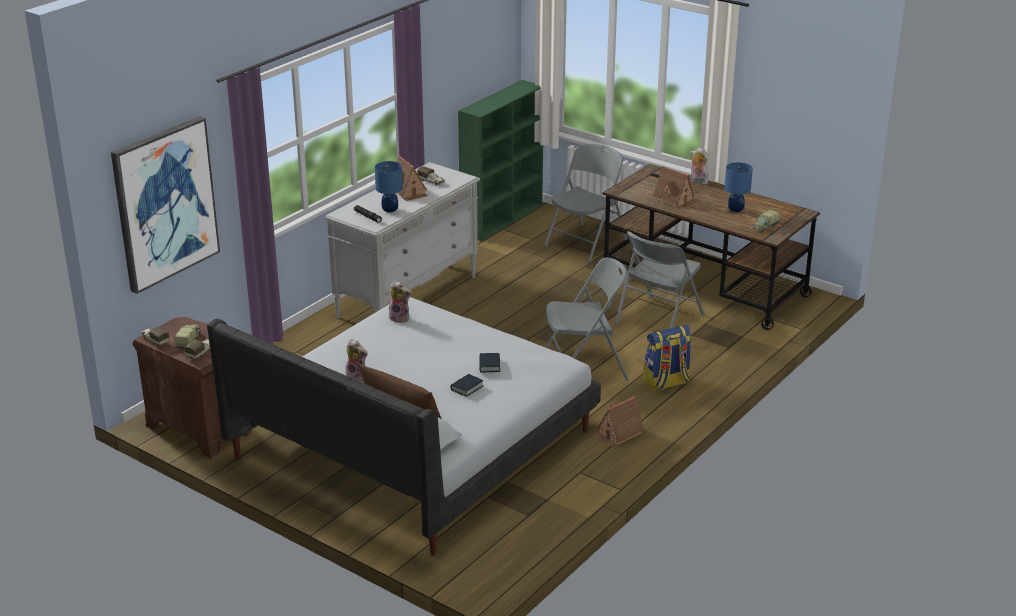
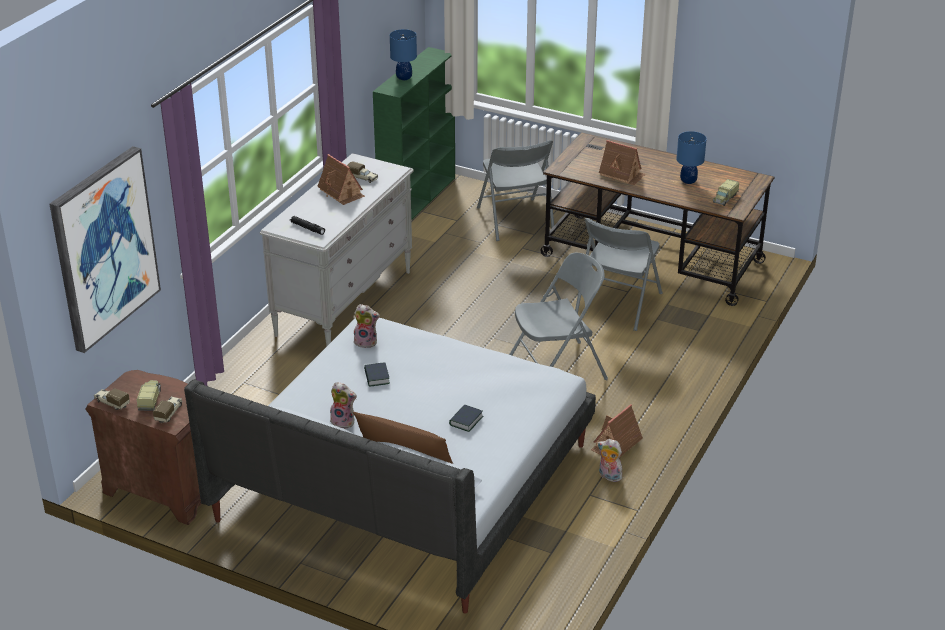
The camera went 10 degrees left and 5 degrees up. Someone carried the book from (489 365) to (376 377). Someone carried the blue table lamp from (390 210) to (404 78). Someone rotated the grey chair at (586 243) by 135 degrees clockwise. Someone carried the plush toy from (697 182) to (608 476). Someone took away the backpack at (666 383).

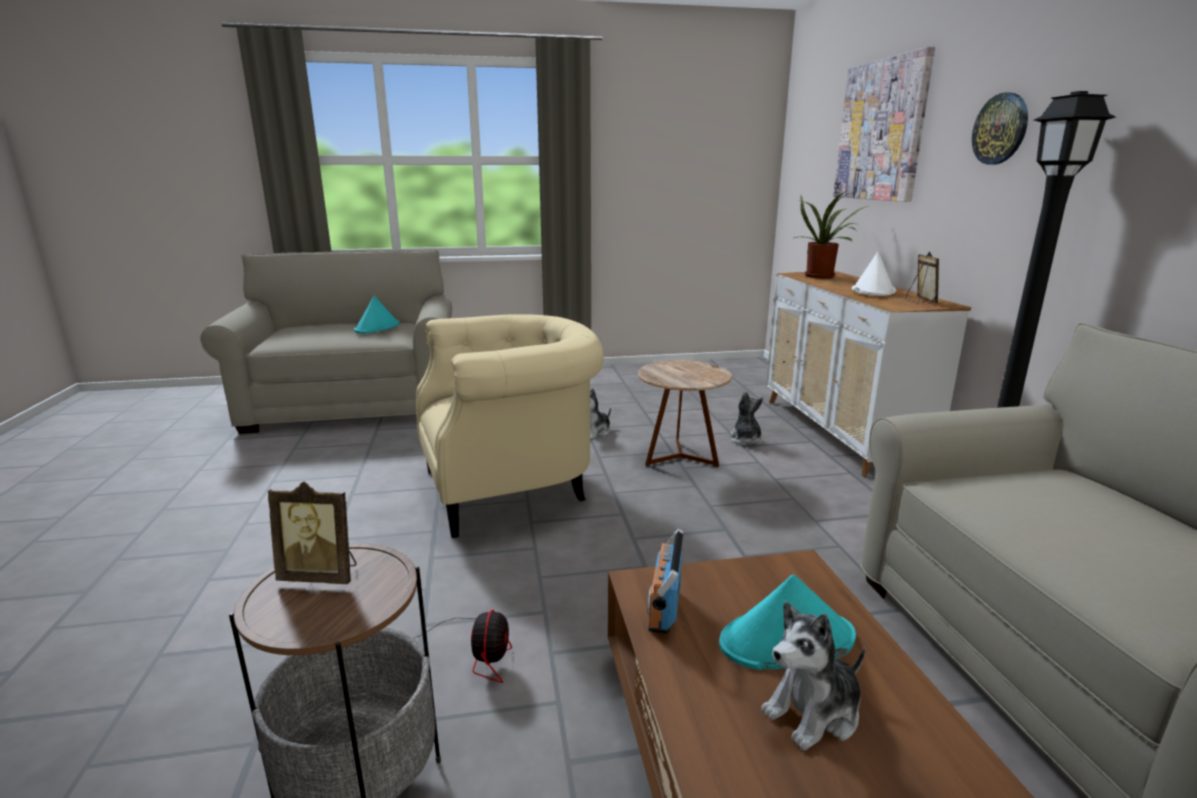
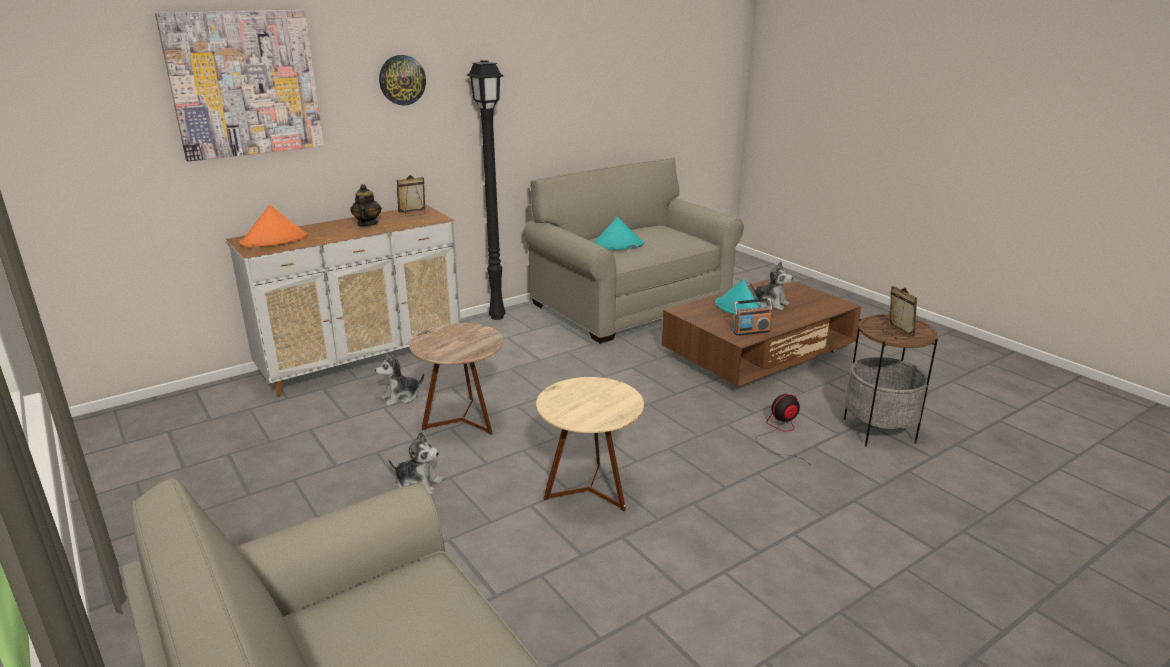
The camera went 115 degrees left and 5 degrees up. Someone swapped the potted plant at (822 276) for the orange hat at (274 240). Someone swapped the white hat at (872 291) for the teapot at (367 224). Someone swapped the beige armchair at (512 488) for the beige side table at (589 491). Someone carried the turquoise hat from (377 327) to (617 245).

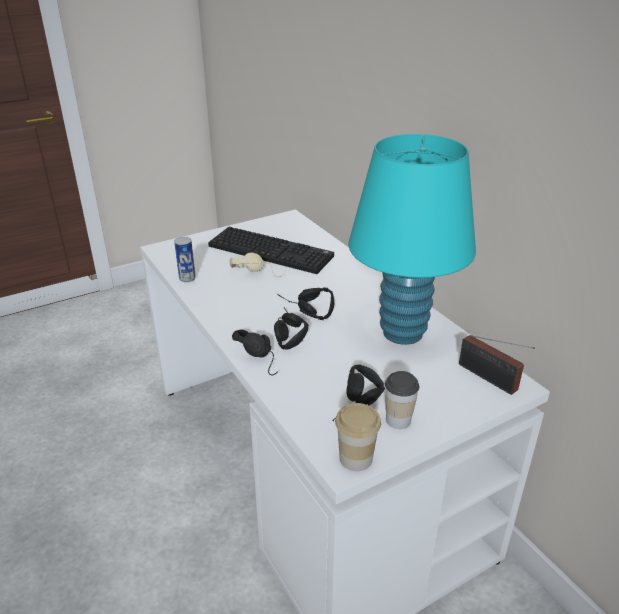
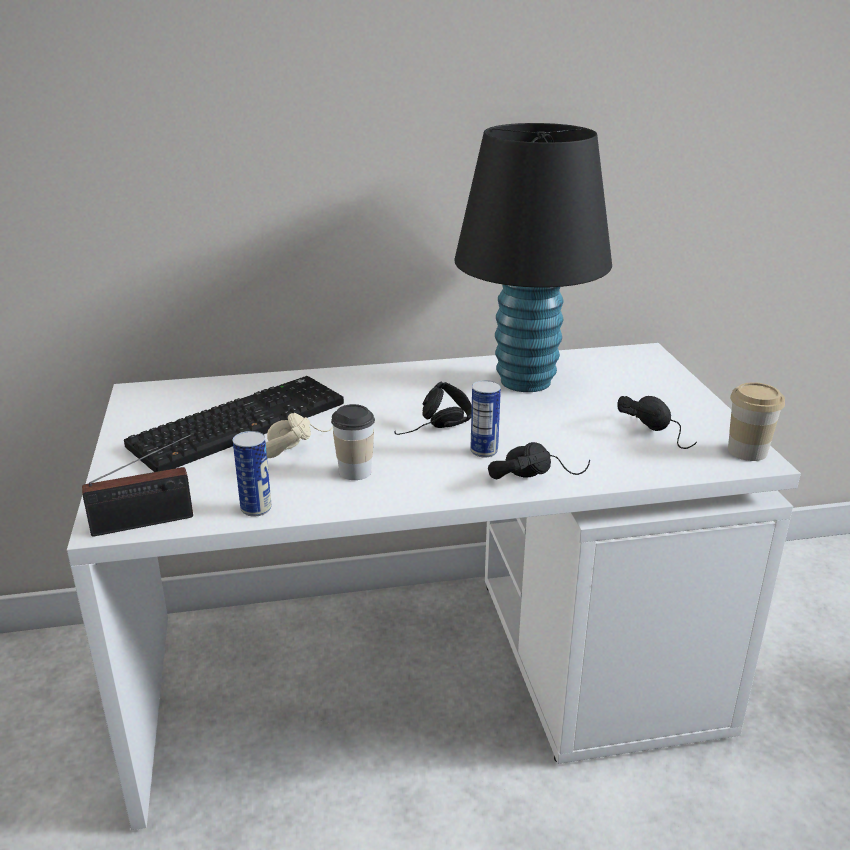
The camera went 70 degrees left and 5 degrees down. Someone carried the radio from (490 379) to (148 522). Someone carried the cup from (398 420) to (355 472). Someone repainted the turquoise table lamp at (403 333), which became the black table lamp at (525 381). Someone swapped the black headphones at (284 333) for the can at (484 451).

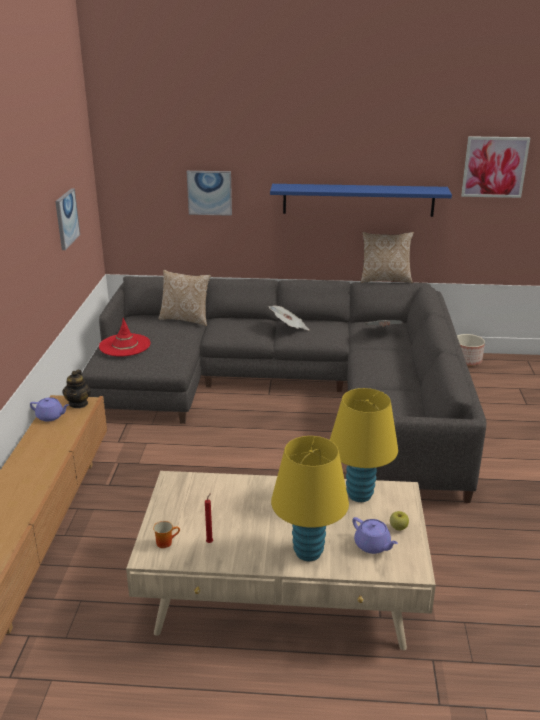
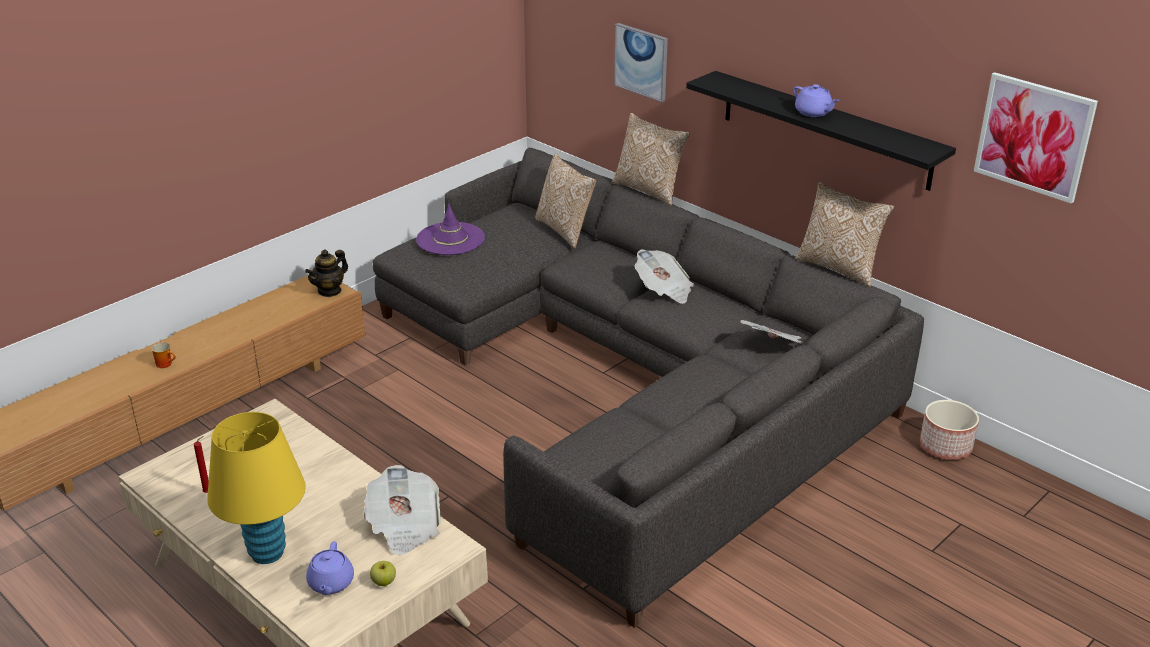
The camera went 40 degrees right and 5 degrees up. Someone carried the mug from (165 542) to (166 363). Someone swapped the yellow table lamp at (360 495) for the newspaper at (404 527). Someone repainted the red hat at (125 345), which became the purple hat at (450 239). Someone put down the pillow at (649 190). Someone repainted the blue shelf at (358 200), which became the black shelf at (825 129). Someone carried the purple teapot from (50 416) to (813 112). Someone took away the picture at (66 218).

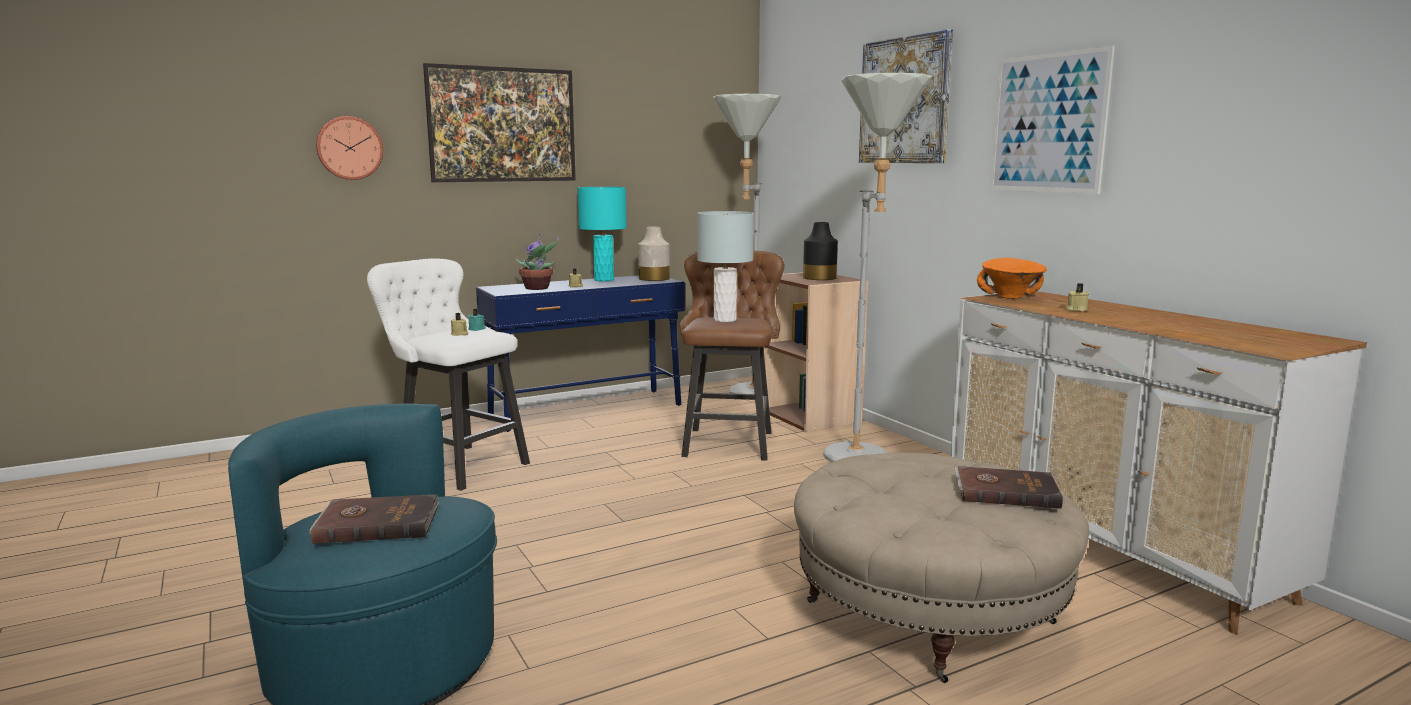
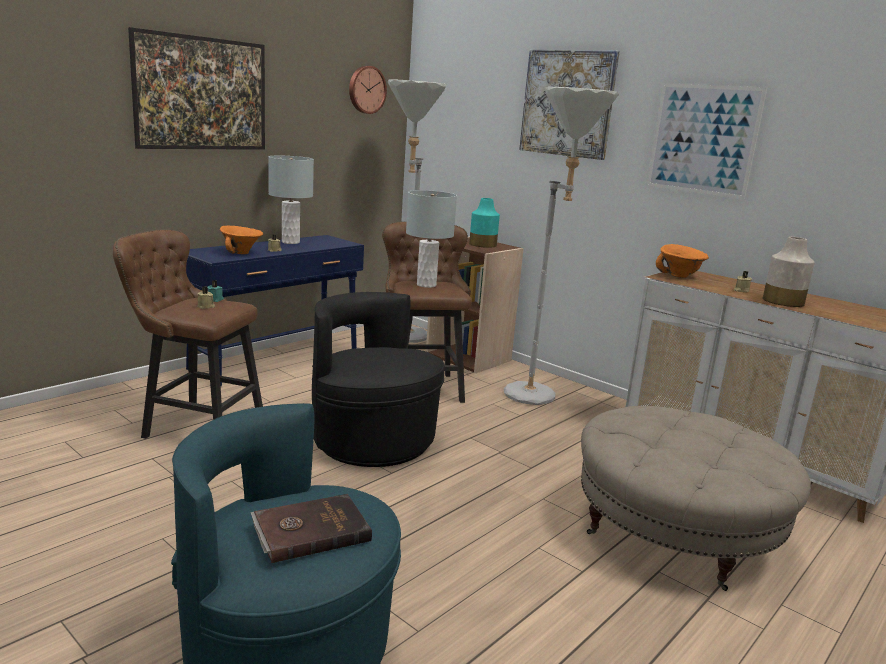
The camera went 20 degrees left and 5 degrees up. Someone repainted the white stool at (454 464), which became the brown stool at (192 425). Someone swapped the potted plant at (538 288) for the orange bowl at (242 253). Someone repainted the turquoise table lamp at (604 280), which became the grey table lamp at (290 242). Someone put down the black armchair at (375 440). Someone carried the wall clock from (349 148) to (366 89). Someone repainted the black vase at (819 277), which became the turquoise vase at (482 244). Someone carried the beige vase from (653 278) to (782 301). Someone took away the brown book at (1005 491).

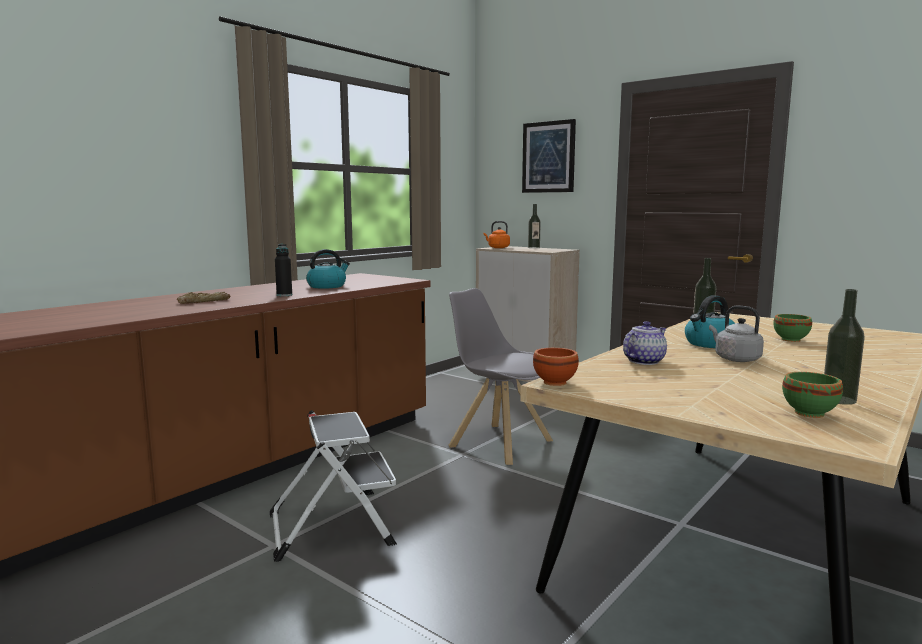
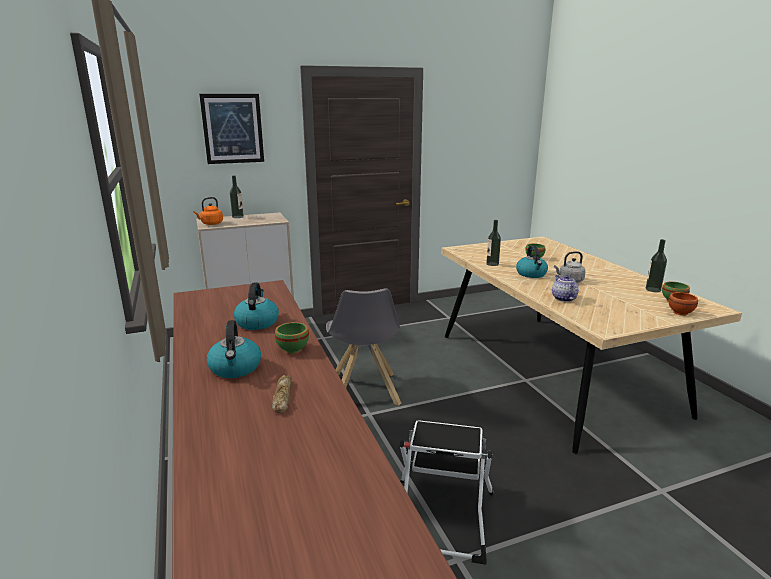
The camera went 60 degrees left and 10 degrees up. Someone put down the kettle at (235 368). Someone swapped the black bottle at (284 295) for the green bowl at (293 350). Someone rotated the grey chair at (498 442) by 75 degrees counterclockwise. Someone carried the brown bowl from (554 383) to (681 313).

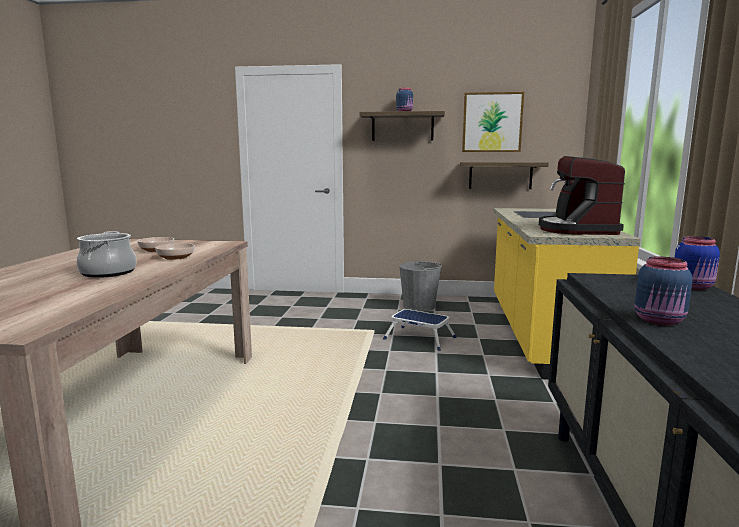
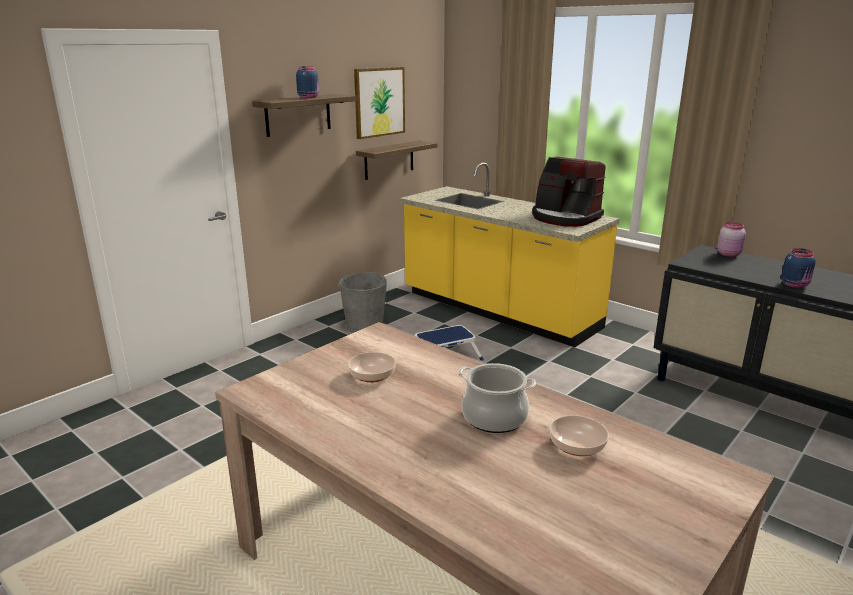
The camera went 55 degrees left and 10 degrees up. Someone carried the bowl from (175 257) to (578 446). Someone repainted the blue jar at (693 287), which became the pink jar at (729 254).

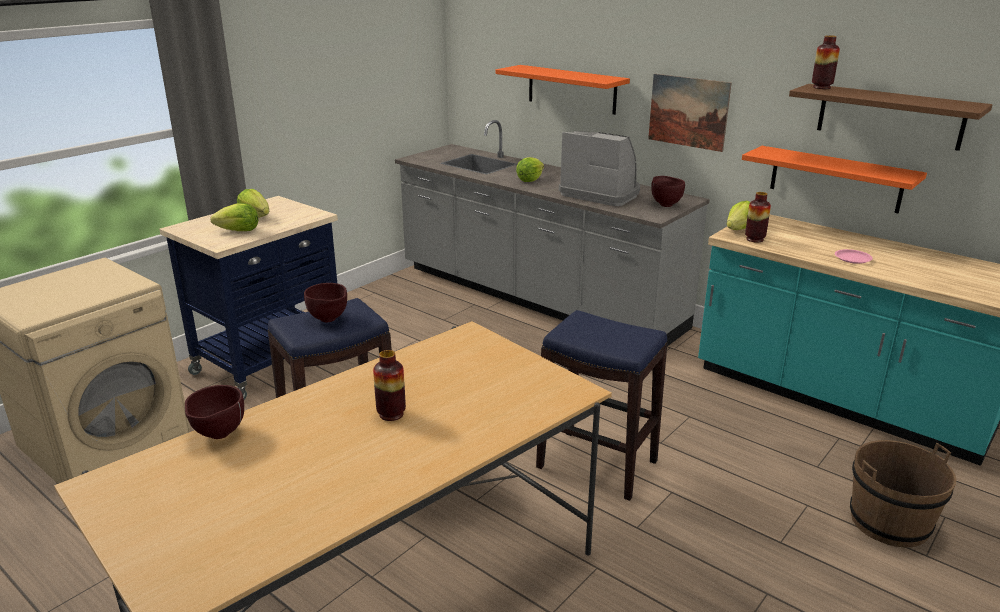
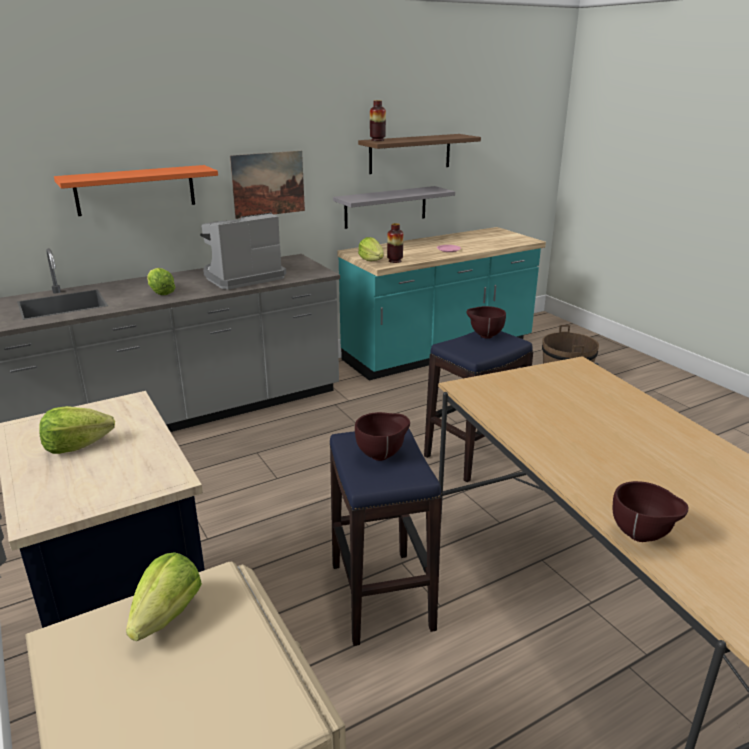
The camera went 70 degrees left and 0 degrees up. Someone carried the lettuce from (238 231) to (167 615). Someone repainted the orange shelf at (835 179), which became the grey shelf at (385 207). Someone carried the brown bowl from (665 204) to (484 336). Someone took away the vase at (391 414).

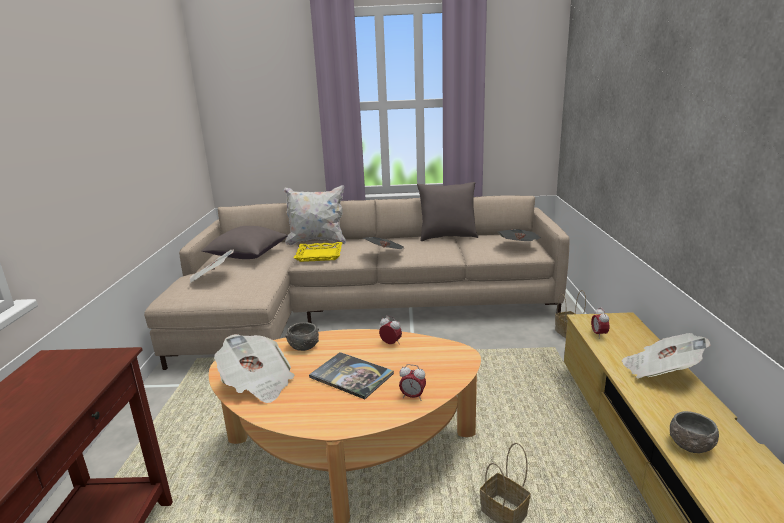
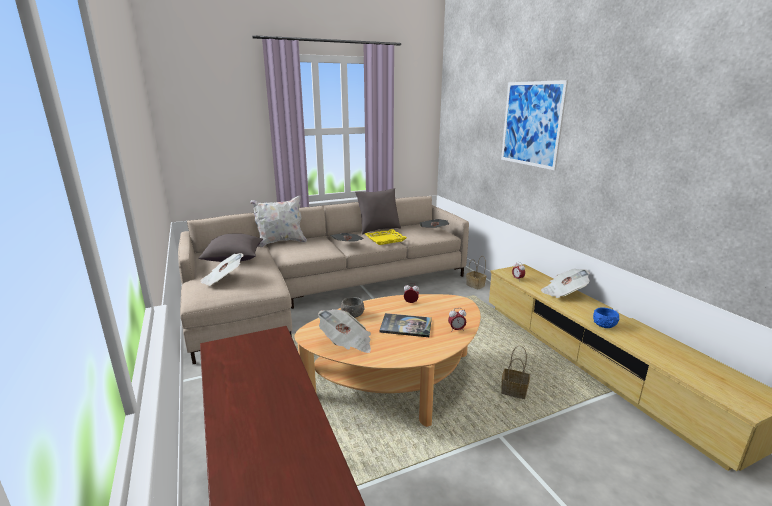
The camera went 25 degrees left and 0 degrees up. Someone carried the yellow tray from (319 255) to (385 240). Someone put up the picture at (531 124). Someone repainted the grey bowl at (691 445), which became the blue bowl at (604 325).

